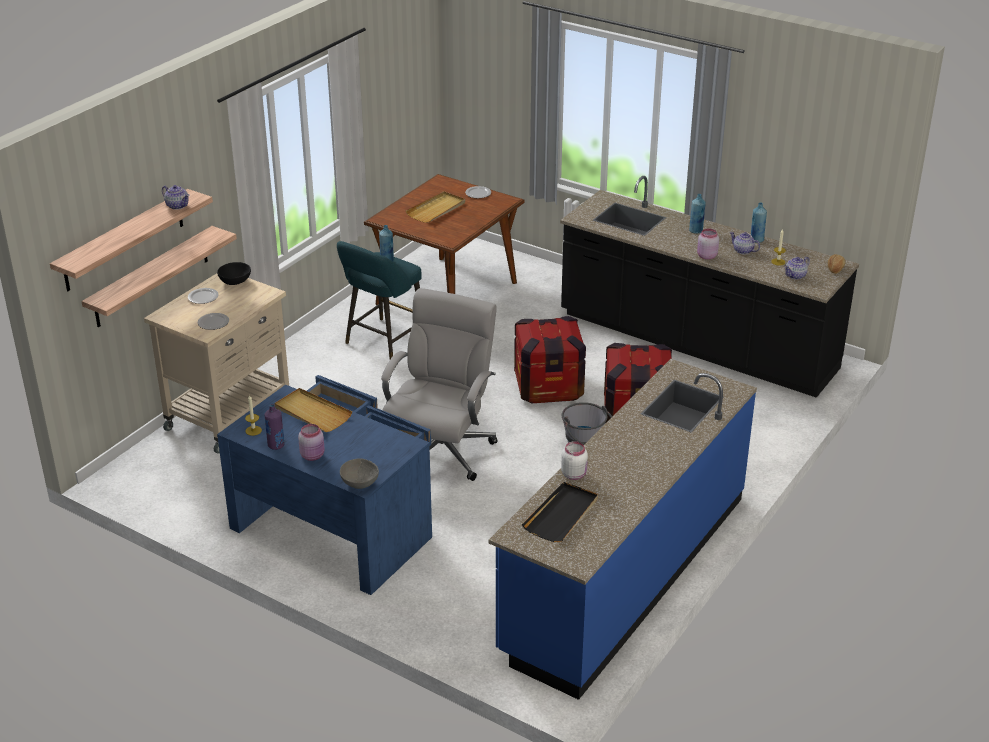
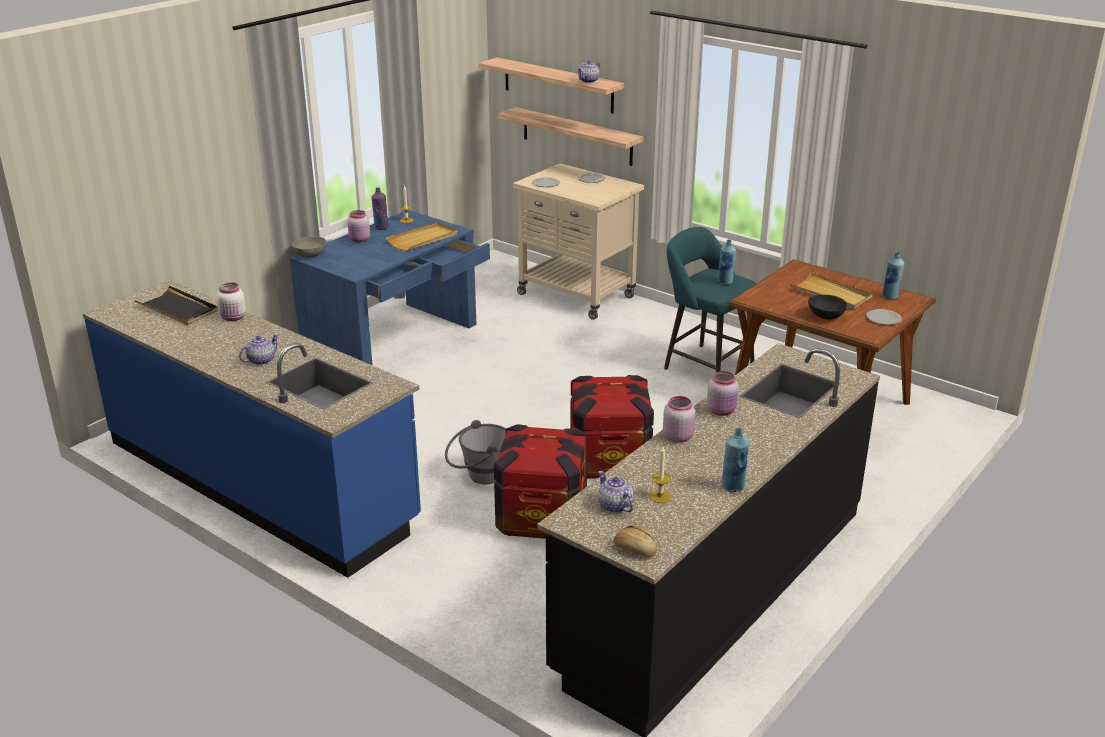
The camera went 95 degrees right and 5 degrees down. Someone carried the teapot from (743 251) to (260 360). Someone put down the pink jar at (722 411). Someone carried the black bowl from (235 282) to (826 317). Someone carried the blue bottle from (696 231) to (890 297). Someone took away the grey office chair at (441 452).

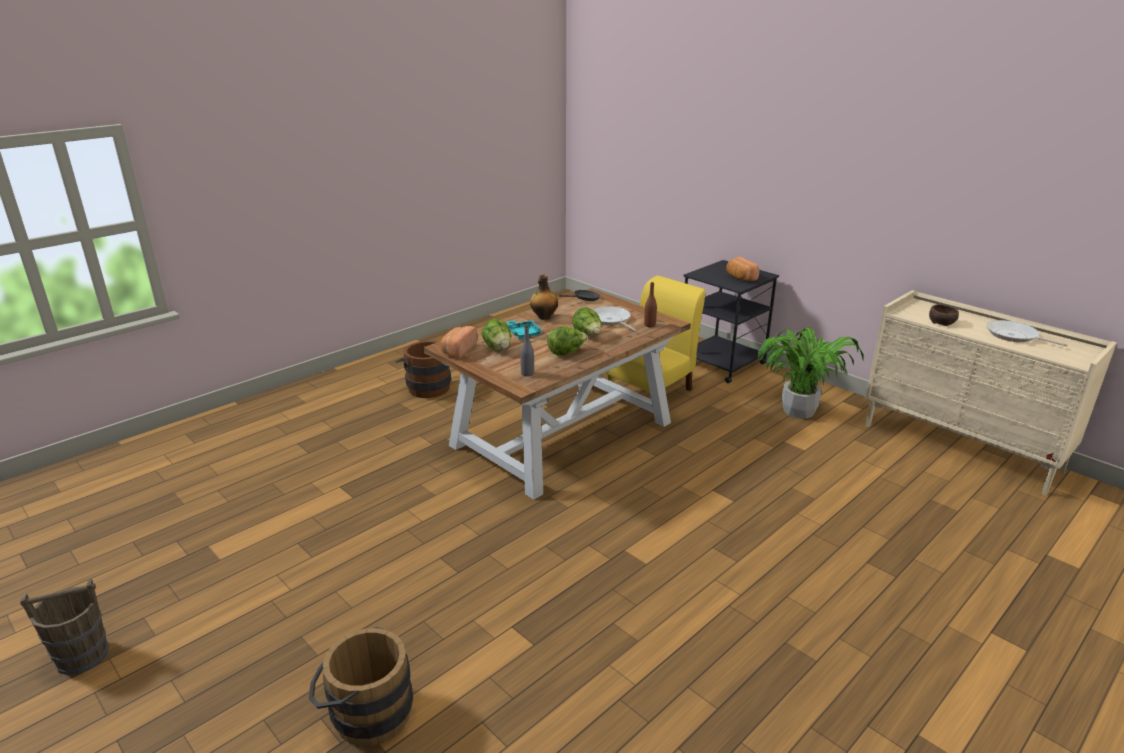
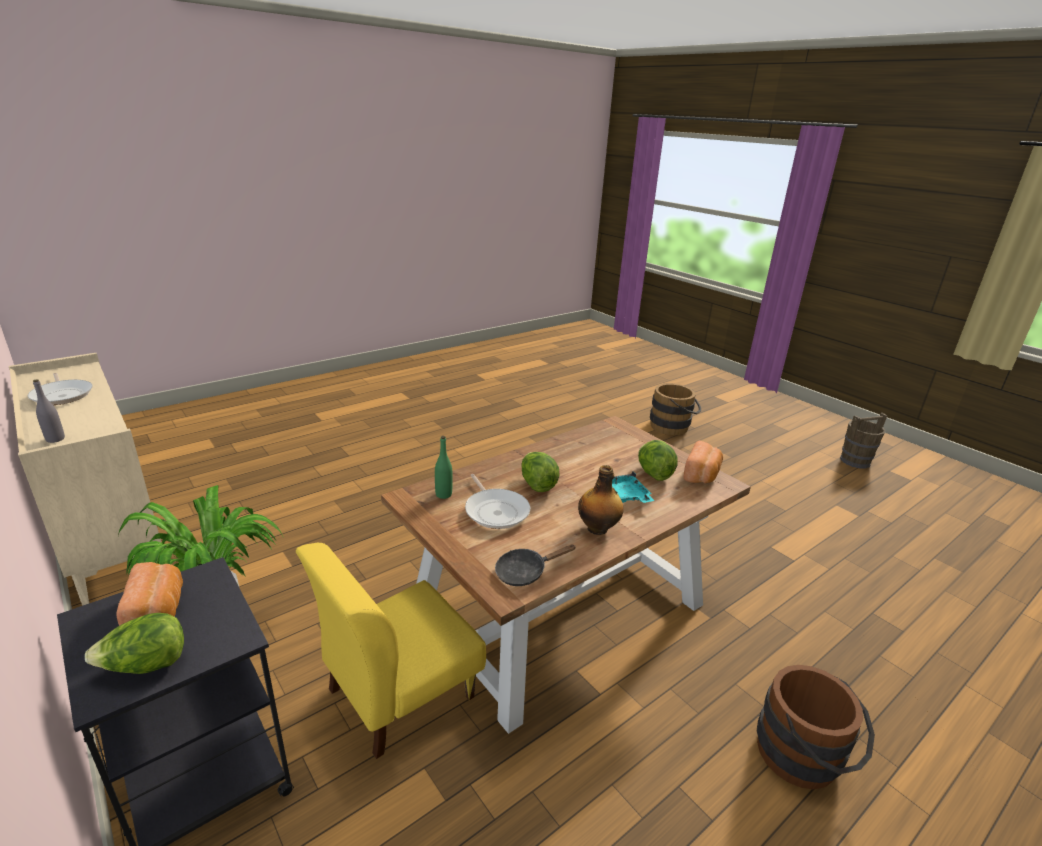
The camera went 175 degrees left and 0 degrees up. Someone carried the grey bottle from (527 373) to (55 439). Someone carried the lettuce from (566 352) to (146 666). Someone repainted the brown bottle at (649 325), which became the green bottle at (443 494). Someone took away the brown bowl at (942 322).

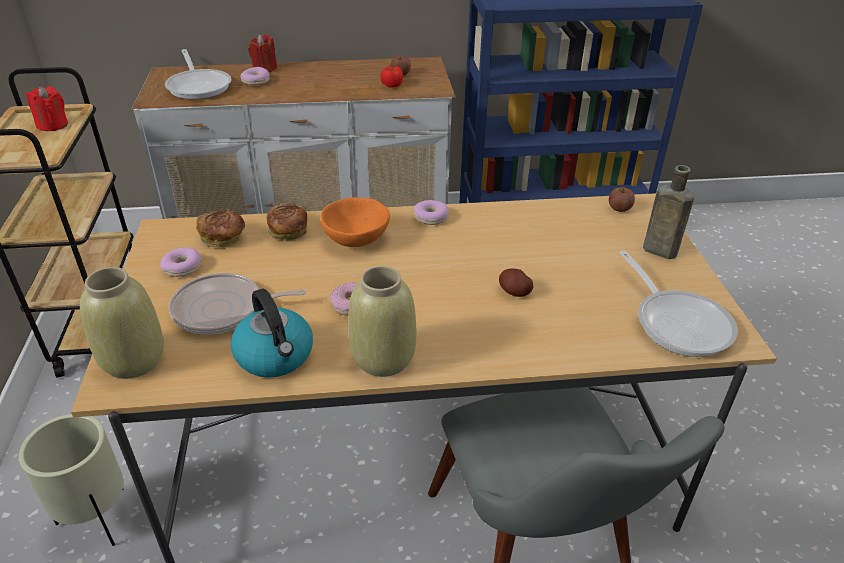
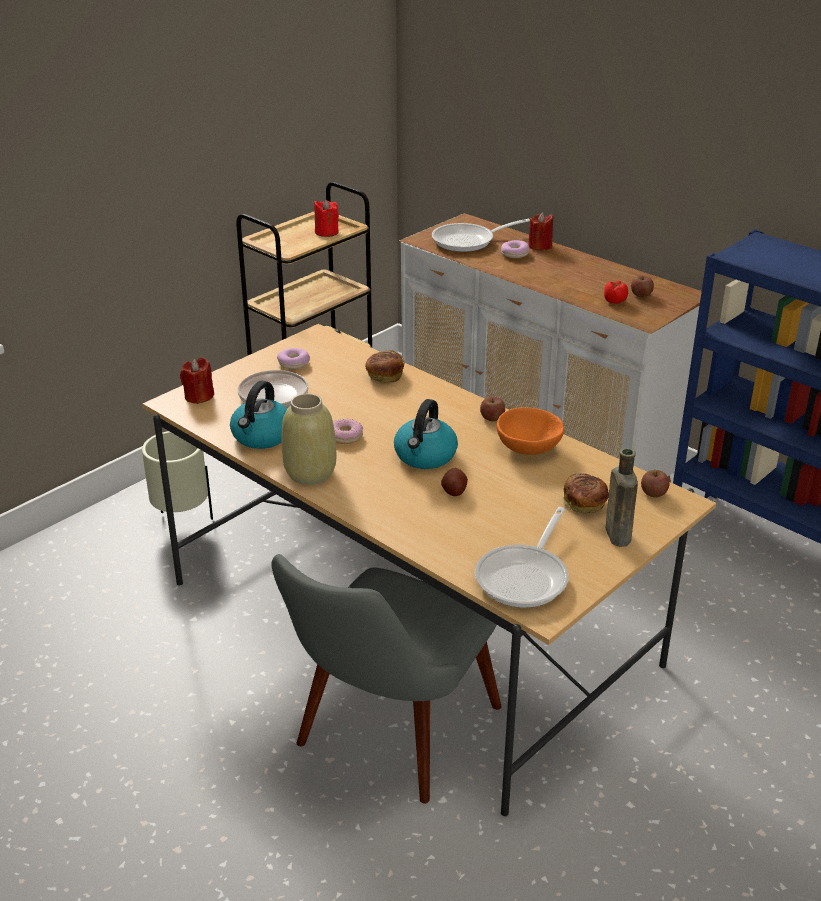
The camera went 50 degrees right and 5 degrees down. Someone swapped the beige vase at (133 360) for the red candle at (199 396). Someone put down the kettle at (425 456). Someone rotated the frying pan at (199 86) by 45 degrees clockwise. Someone swapped the donut at (431 218) for the apple at (492 418). Someone carried the orange bowl from (356 239) to (528 449). Someone carried the bread from (223 238) to (584 504).

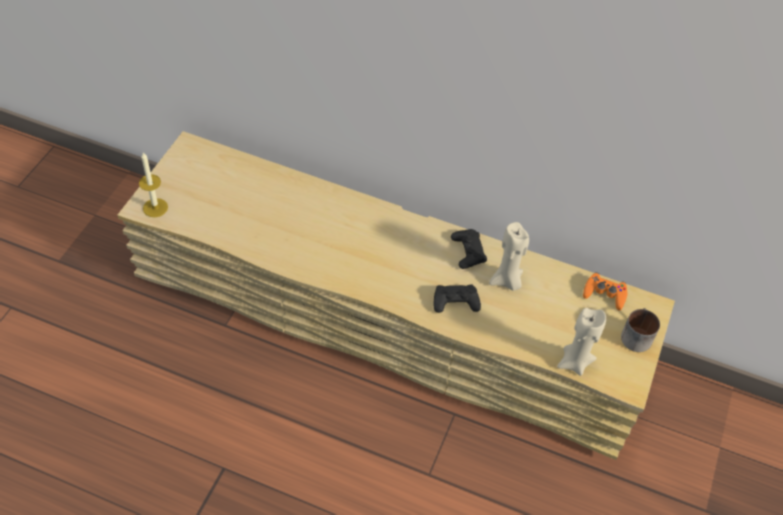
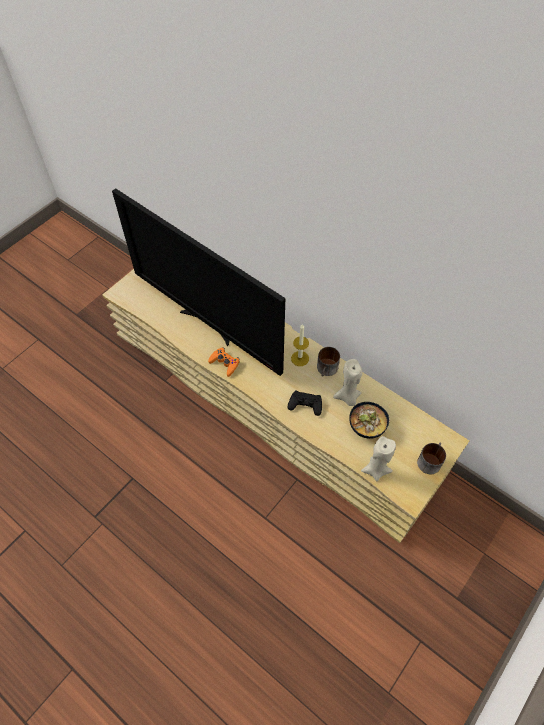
The camera went 20 degrees right and 5 degrees up. Someone put down the television at (208 324). Someone carried the orange game controller from (604 294) to (224 363). Someone carried the candle from (155 207) to (300 358). Someone swapped the black game controller at (468 251) for the mug at (327 370). Someone put down the bowl at (366 426).

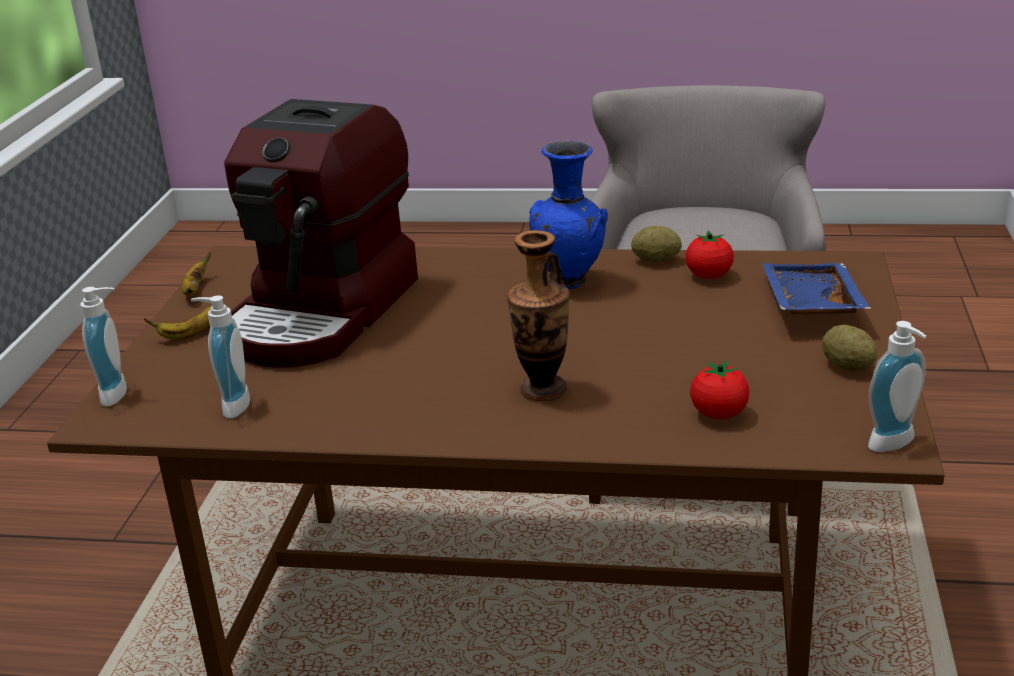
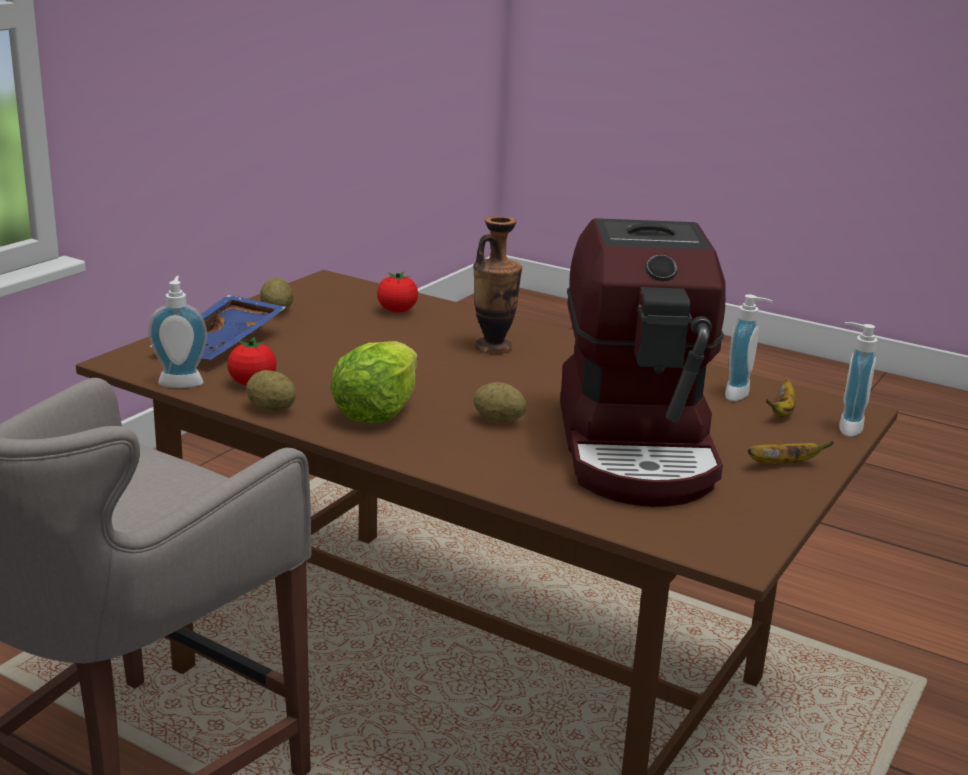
The camera went 160 degrees left and 5 degrees down. Someone carried the soap dispenser from (896 445) to (181 381). Someone swapped the blue vase at (571 282) for the lettuce at (376 412). Someone put down the potato at (498 421). Someone rotated the coffee machine at (324 313) by 135 degrees clockwise. Someone carried the banana from (195 290) to (782 412).

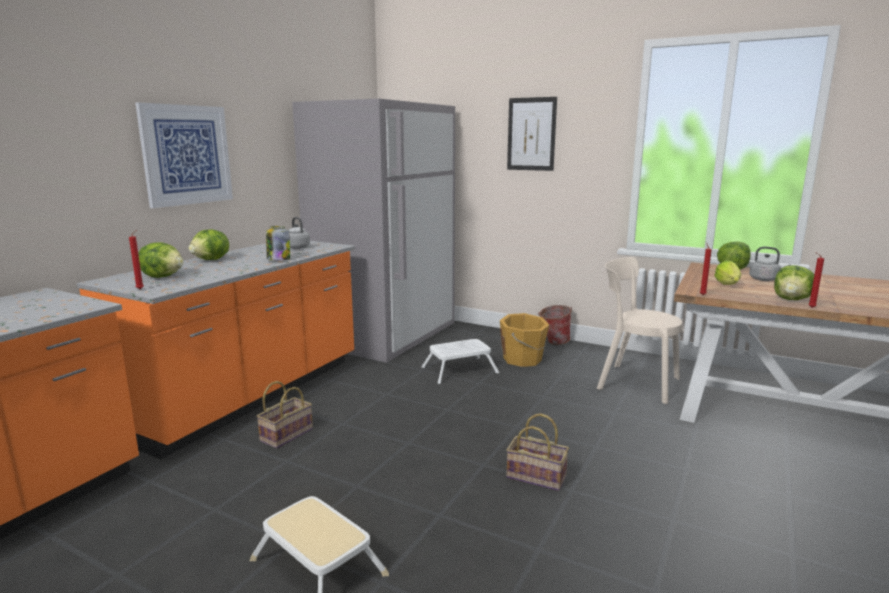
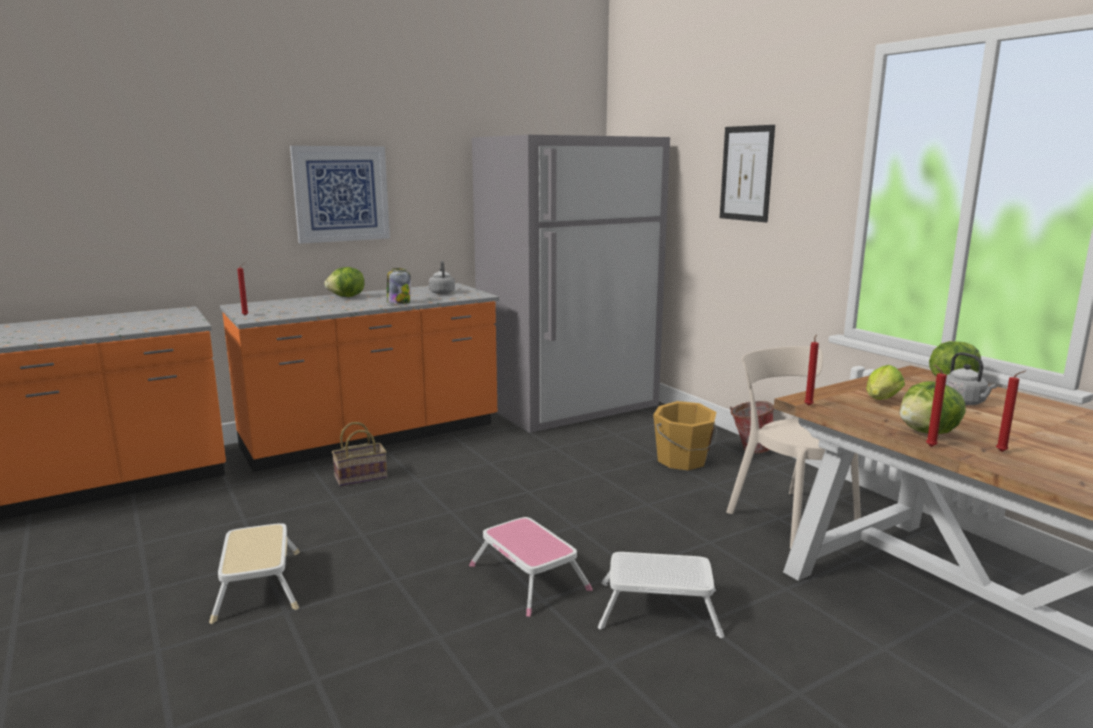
The camera went 30 degrees right and 0 degrees up. Someone swapped the basket at (538 476) for the pink step ladder at (528 577). Someone carried the white step ladder from (460 370) to (659 609). Someone put down the red candle at (1003 452). Someone took away the lettuce at (163 276).

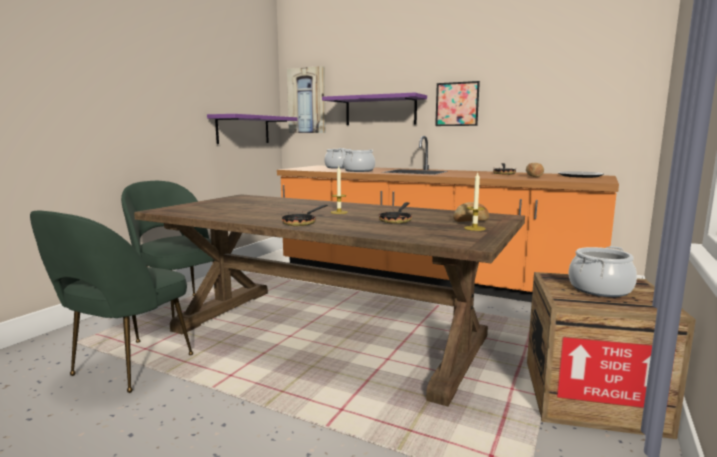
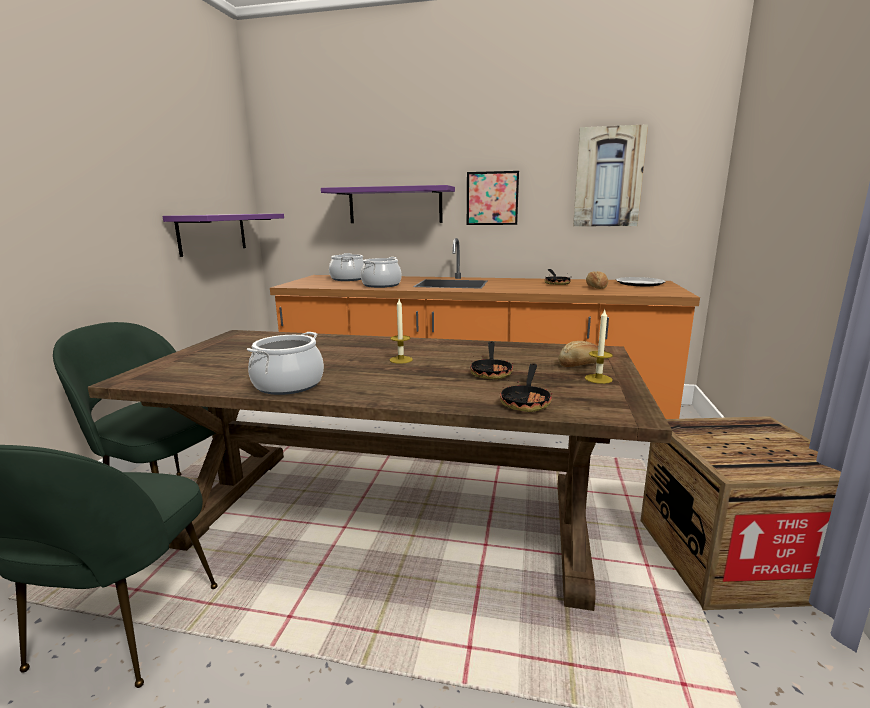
The camera went 15 degrees left and 5 degrees up. Someone carried the cooking pot from (600 289) to (288 385). Someone carried the frying pan from (302 223) to (526 401). Someone carried the picture from (307 100) to (608 177).

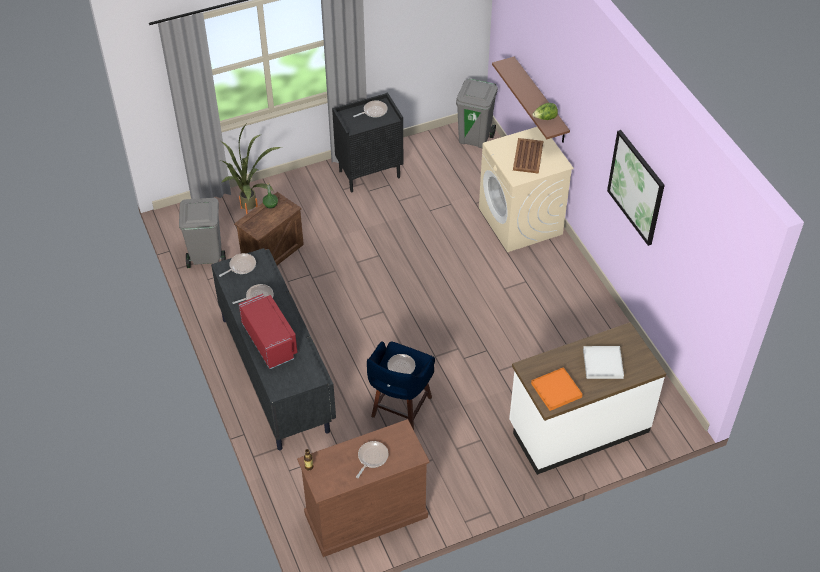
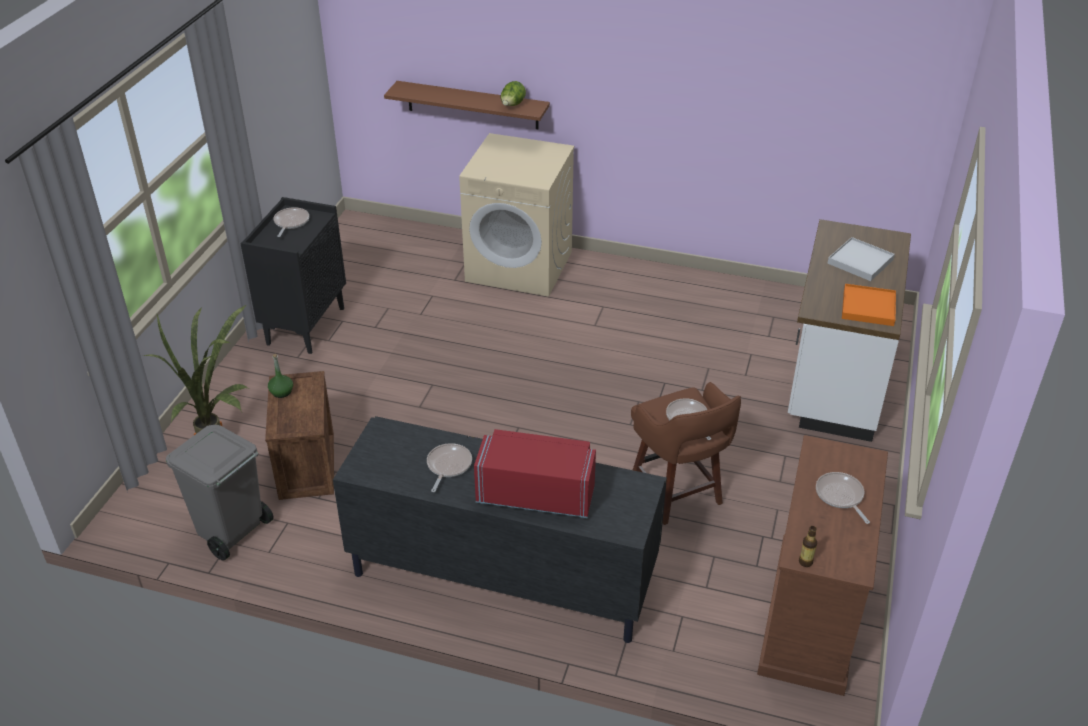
The camera went 50 degrees left and 10 degrees down. Someone repainted the blue stool at (400 409), which became the brown stool at (677 494). Someone took away the frying pan at (241 266). Someone took away the grey trash can at (475 138). Someone took away the brown tray at (528 156). Someone took away the picture at (636 187).

